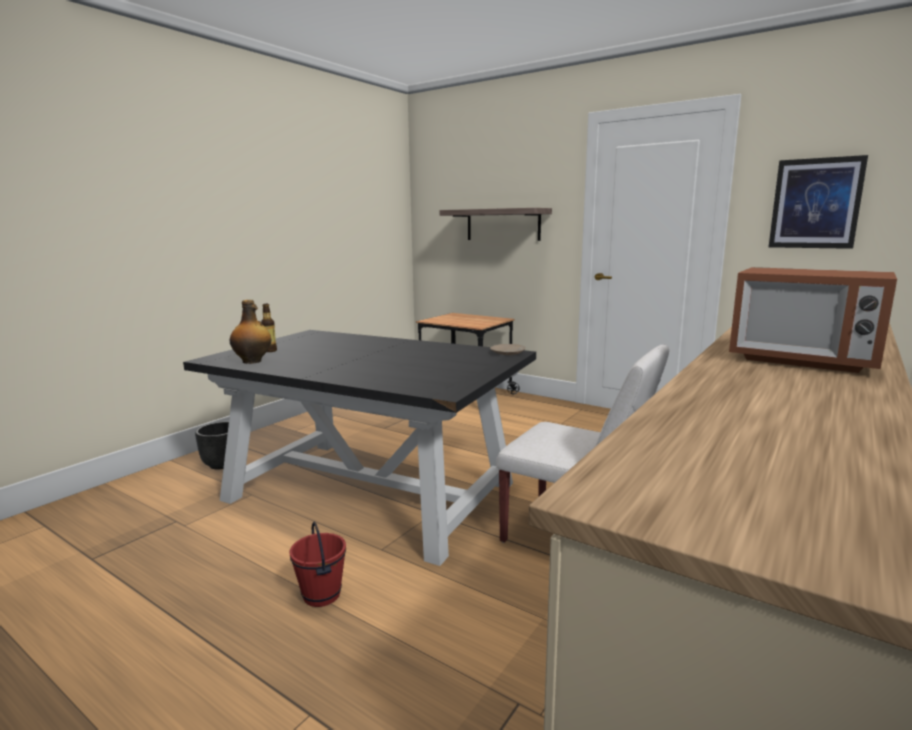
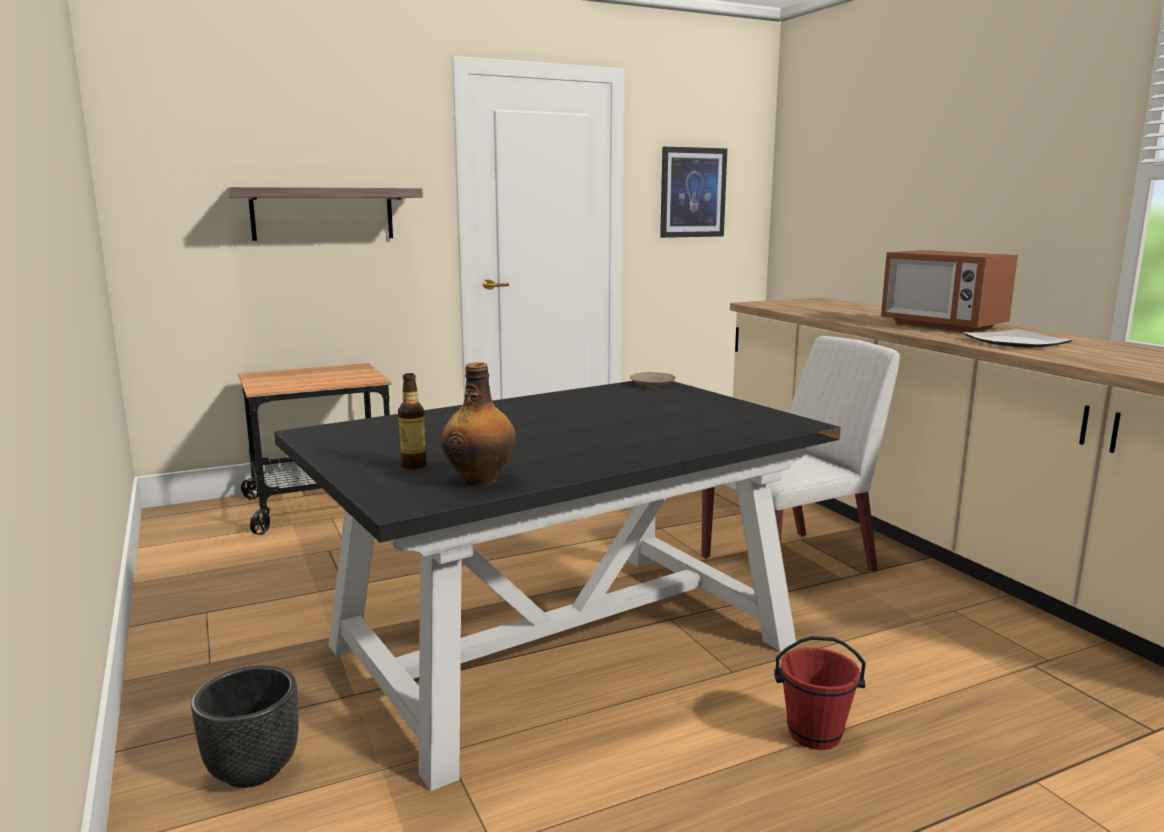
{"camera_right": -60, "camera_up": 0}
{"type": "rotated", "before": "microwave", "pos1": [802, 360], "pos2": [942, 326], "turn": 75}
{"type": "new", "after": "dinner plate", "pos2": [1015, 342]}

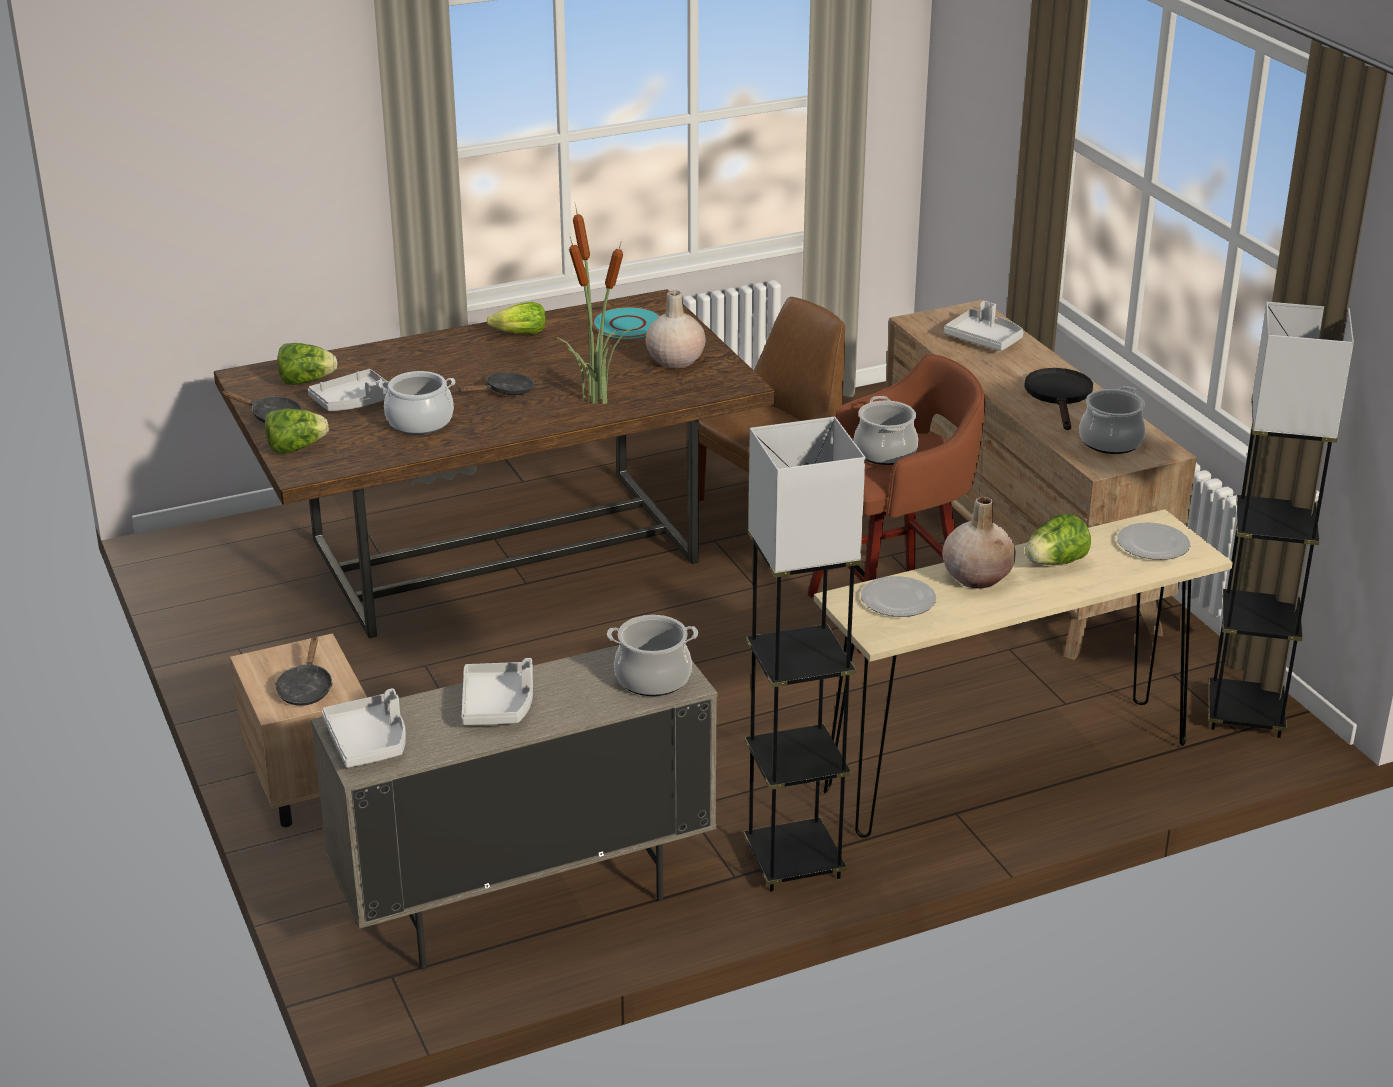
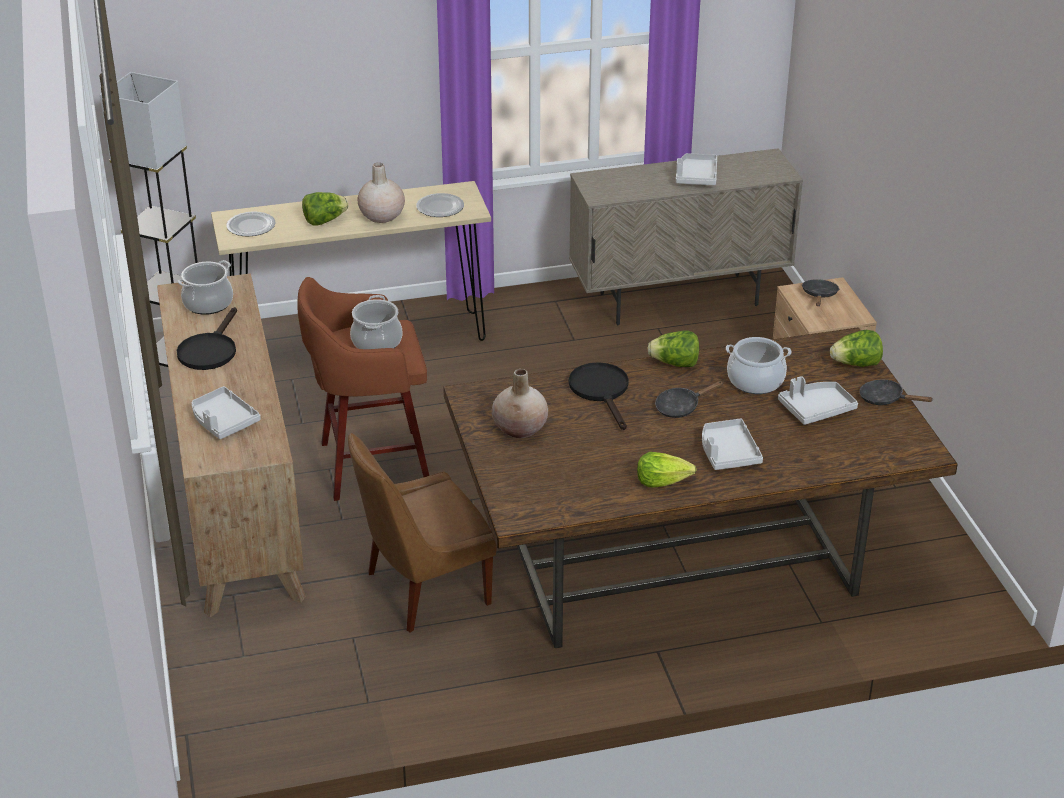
{"camera_right": -170, "camera_up": 5}
{"type": "shifted", "before": "lettuce head", "pos1": [306, 381], "pos2": [675, 363]}
{"type": "shifted", "before": "carrying tray (gray)", "pos1": [369, 741], "pos2": [727, 453]}
{"type": "swapped", "before": "plant in a pot", "after": "pan (blackish)", "pos1": [596, 398], "pos2": [601, 391]}
{"type": "gone", "before": "dinner plate (blue-green)", "pos1": [627, 325]}
{"type": "gone", "before": "cooking pot", "pos1": [652, 678]}
{"type": "gone", "before": "standard lamp (gray)", "pos1": [794, 862]}

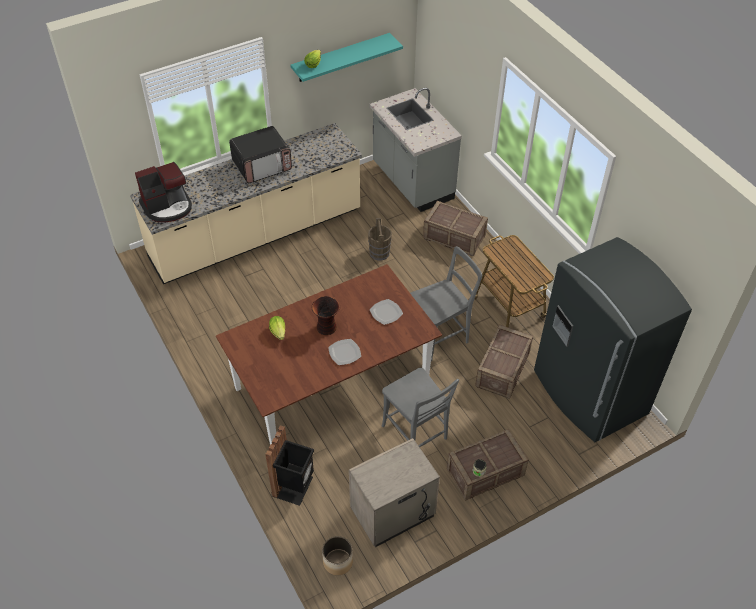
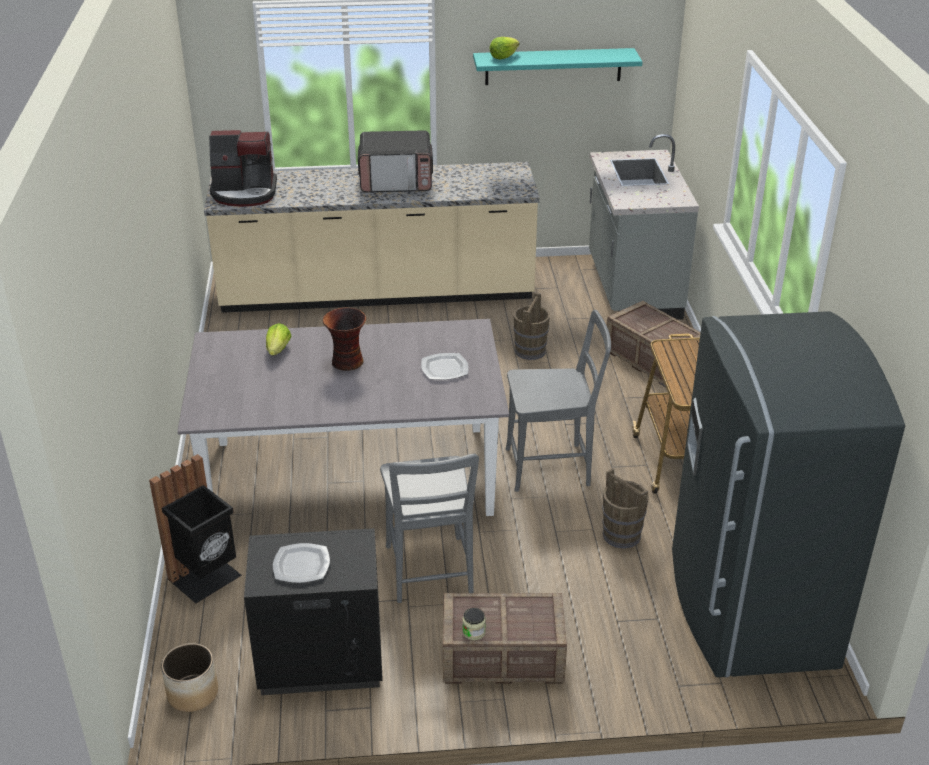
{"camera_right": 25, "camera_up": -15}
{"type": "repainted", "before": "dinner table (brown-coloured)", "after": "dinner table (gray)", "pos1": [332, 384], "pos2": [352, 476]}
{"type": "shifted", "before": "dinner plate", "pos1": [344, 353], "pos2": [301, 565]}
{"type": "repainted", "before": "nightstand (beige)", "after": "nightstand (blackish)", "pos1": [393, 513], "pos2": [320, 661]}
{"type": "swapped", "before": "crate", "after": "pail (brown-coloured)", "pos1": [503, 370], "pos2": [622, 535]}

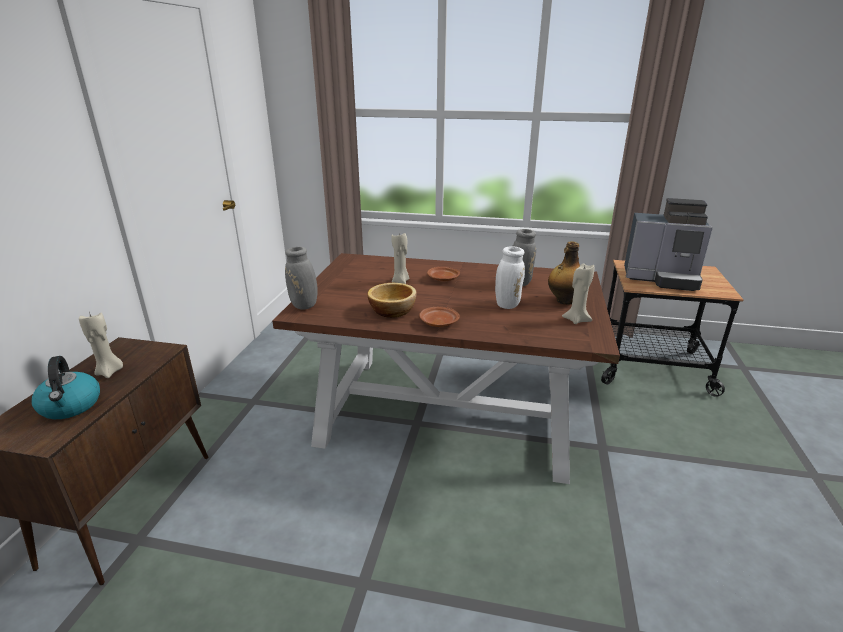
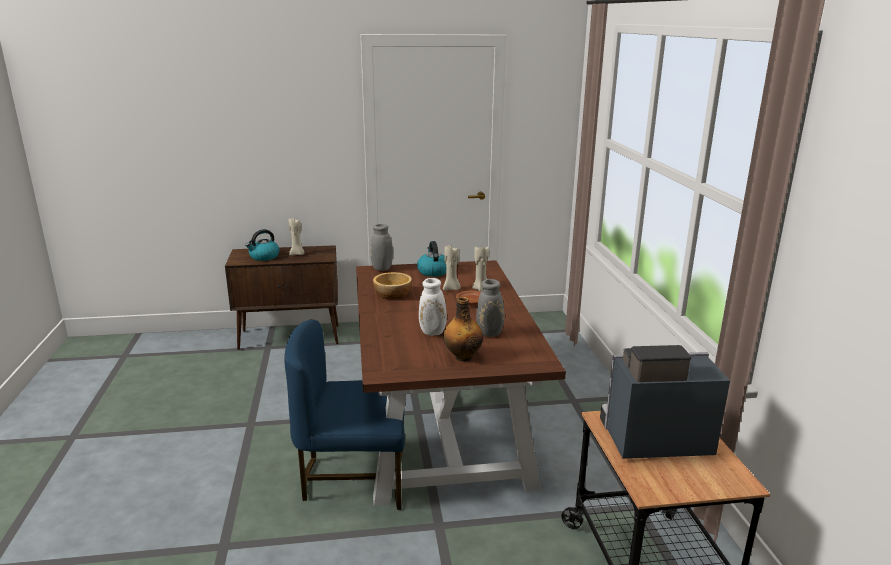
{"camera_right": 70, "camera_up": -5}
{"type": "gone", "before": "dinner plate (brown-coloured)", "pos1": [438, 322]}
{"type": "shifted", "before": "wax candle (beige)", "pos1": [576, 320], "pos2": [481, 289]}
{"type": "rotated", "before": "coffee machine", "pos1": [662, 278], "pos2": [651, 439], "turn": 90}
{"type": "new", "after": "chair (blue)", "pos2": [354, 478]}
{"type": "new", "after": "kettle", "pos2": [433, 271]}

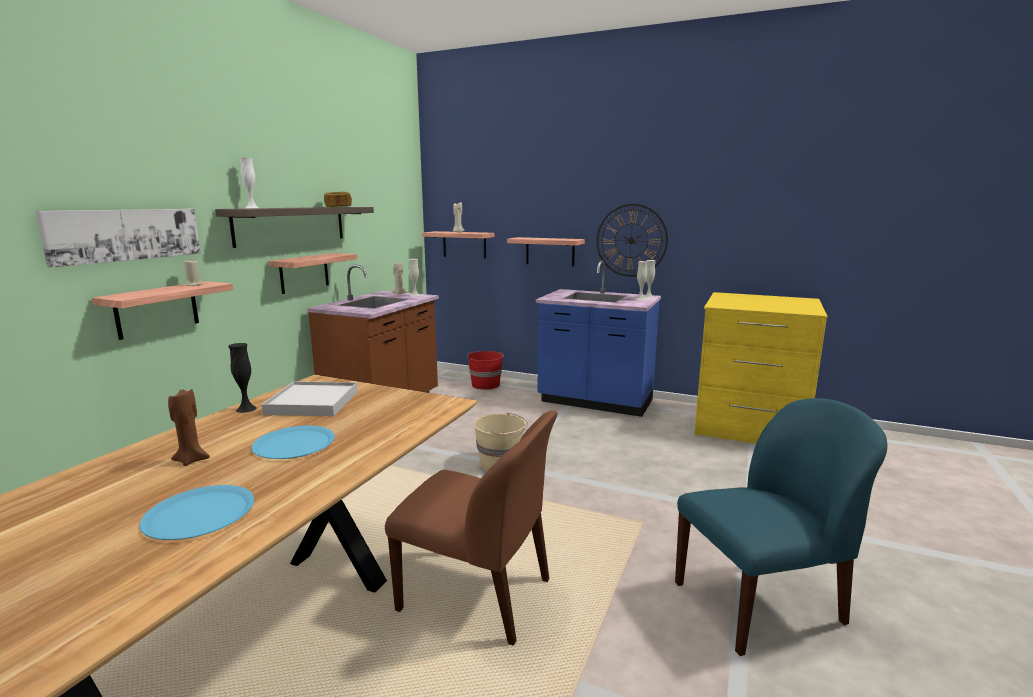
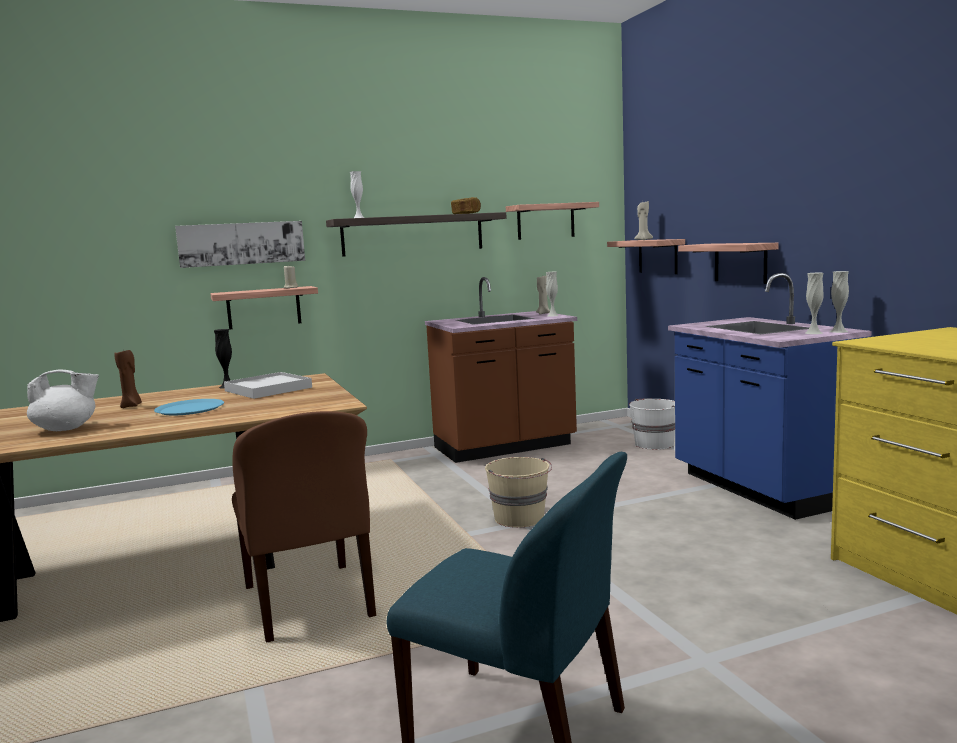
{"camera_right": 45, "camera_up": -5}
{"type": "swapped", "before": "dinner plate (blue)", "after": "tea pot (white)", "pos1": [200, 514], "pos2": [66, 429]}
{"type": "shifted", "before": "wall shelf", "pos1": [304, 273], "pos2": [545, 221]}
{"type": "repainted", "before": "pail (red-coloured)", "after": "pail (white)", "pos1": [485, 384], "pos2": [654, 444]}
{"type": "gone", "before": "clock on the wall", "pos1": [631, 240]}

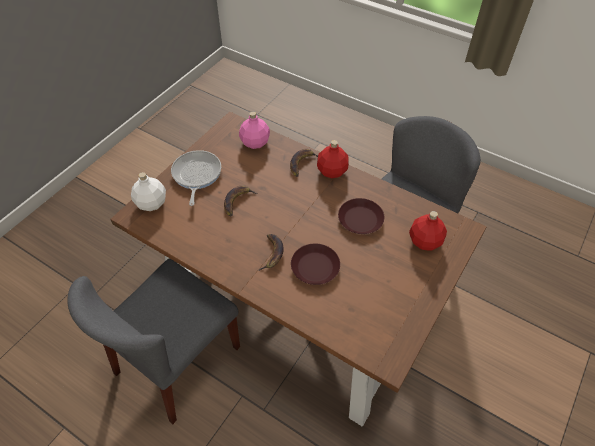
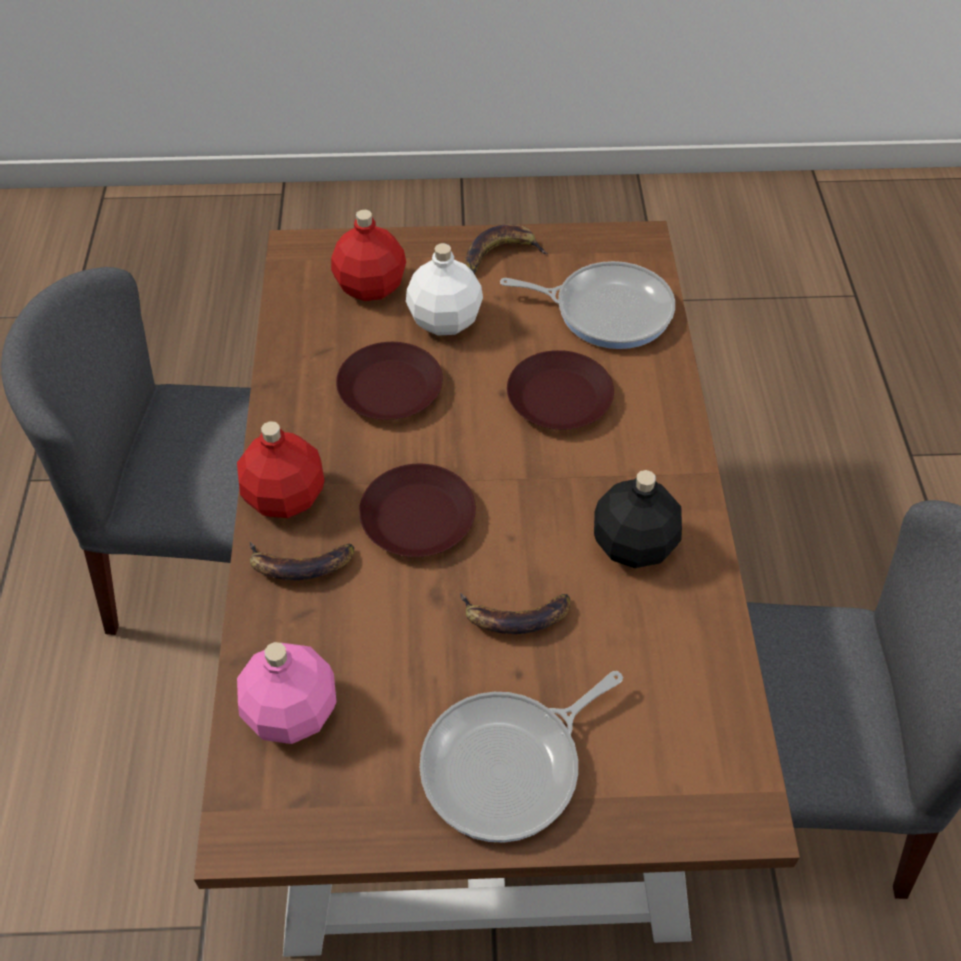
{"camera_right": -125, "camera_up": 0}
{"type": "shifted", "before": "drink bottle (white)", "pos1": [152, 203], "pos2": [443, 320]}
{"type": "shifted", "before": "banana fruit", "pos1": [272, 254], "pos2": [500, 255]}
{"type": "new", "after": "dinner plate (brown-coloured)", "pos2": [418, 519]}
{"type": "new", "after": "pan", "pos2": [606, 310]}
{"type": "new", "after": "drink bottle (blackish)", "pos2": [633, 544]}

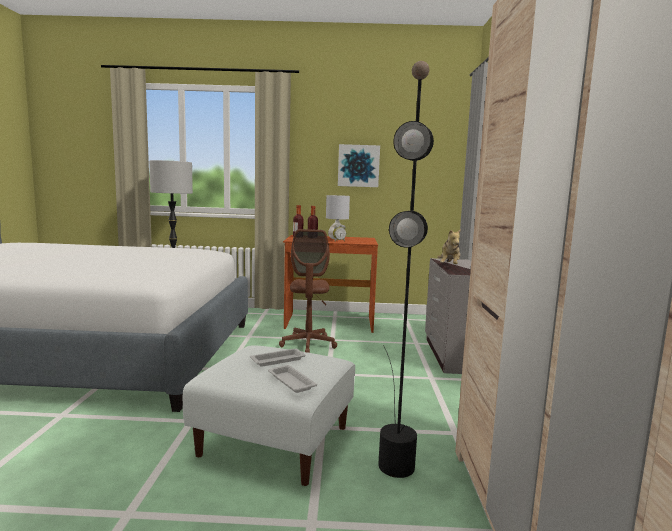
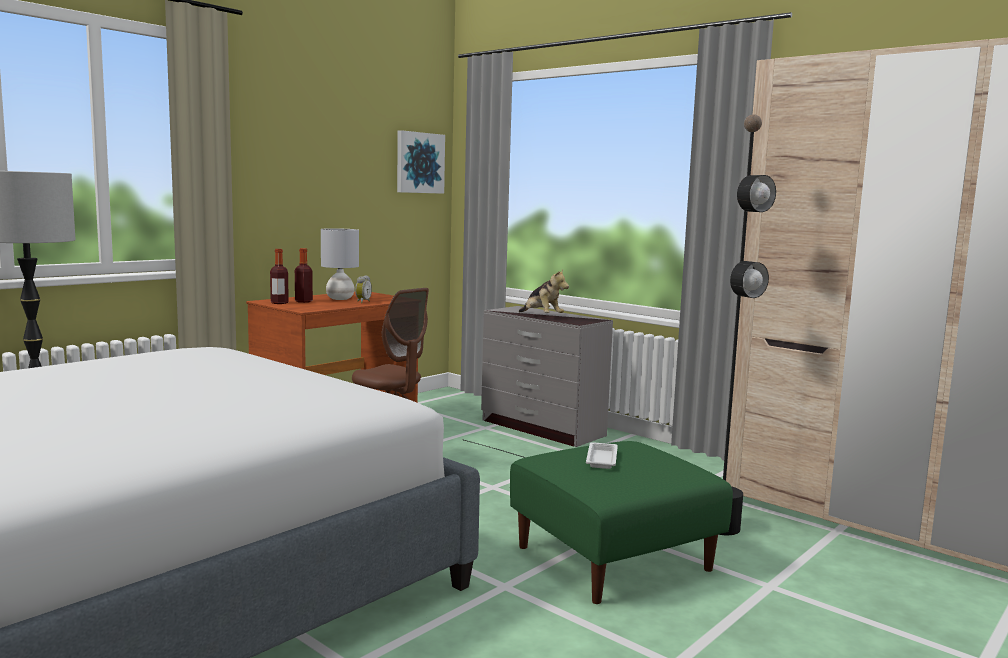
{"camera_right": -50, "camera_up": 0}
{"type": "repainted", "before": "footrest (white)", "after": "footrest (greenish)", "pos1": [274, 441], "pos2": [613, 559]}
{"type": "gone", "before": "carrying tray (white)", "pos1": [291, 381]}
{"type": "shifted", "before": "wall art", "pos1": [358, 166], "pos2": [419, 163]}

